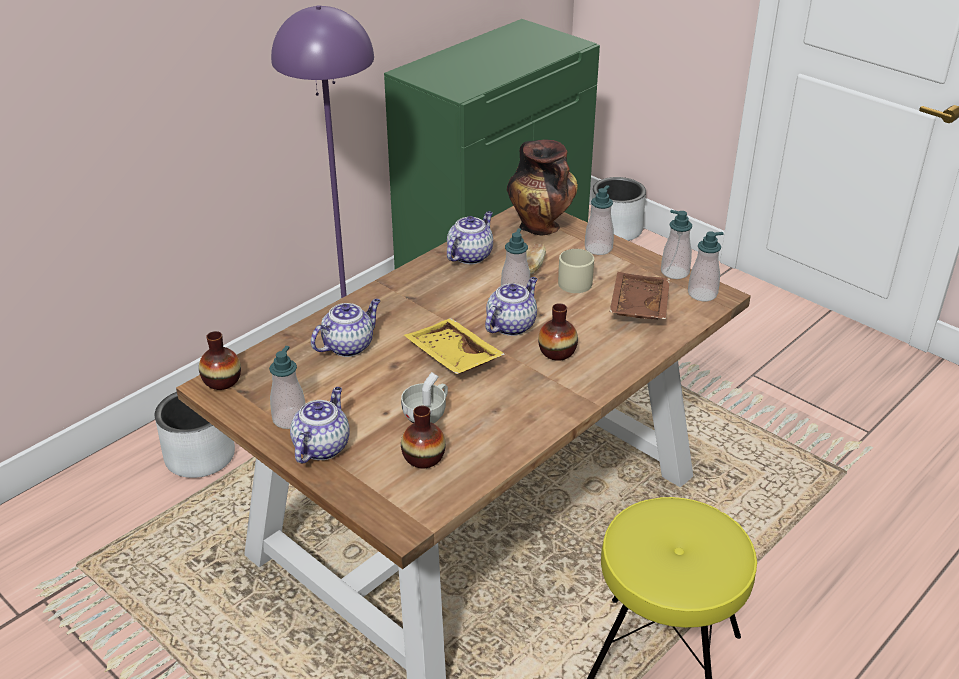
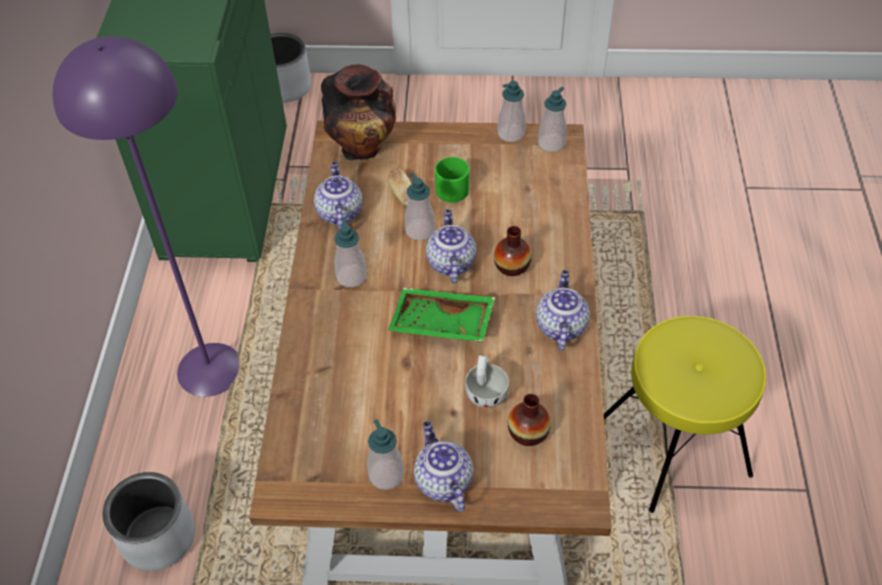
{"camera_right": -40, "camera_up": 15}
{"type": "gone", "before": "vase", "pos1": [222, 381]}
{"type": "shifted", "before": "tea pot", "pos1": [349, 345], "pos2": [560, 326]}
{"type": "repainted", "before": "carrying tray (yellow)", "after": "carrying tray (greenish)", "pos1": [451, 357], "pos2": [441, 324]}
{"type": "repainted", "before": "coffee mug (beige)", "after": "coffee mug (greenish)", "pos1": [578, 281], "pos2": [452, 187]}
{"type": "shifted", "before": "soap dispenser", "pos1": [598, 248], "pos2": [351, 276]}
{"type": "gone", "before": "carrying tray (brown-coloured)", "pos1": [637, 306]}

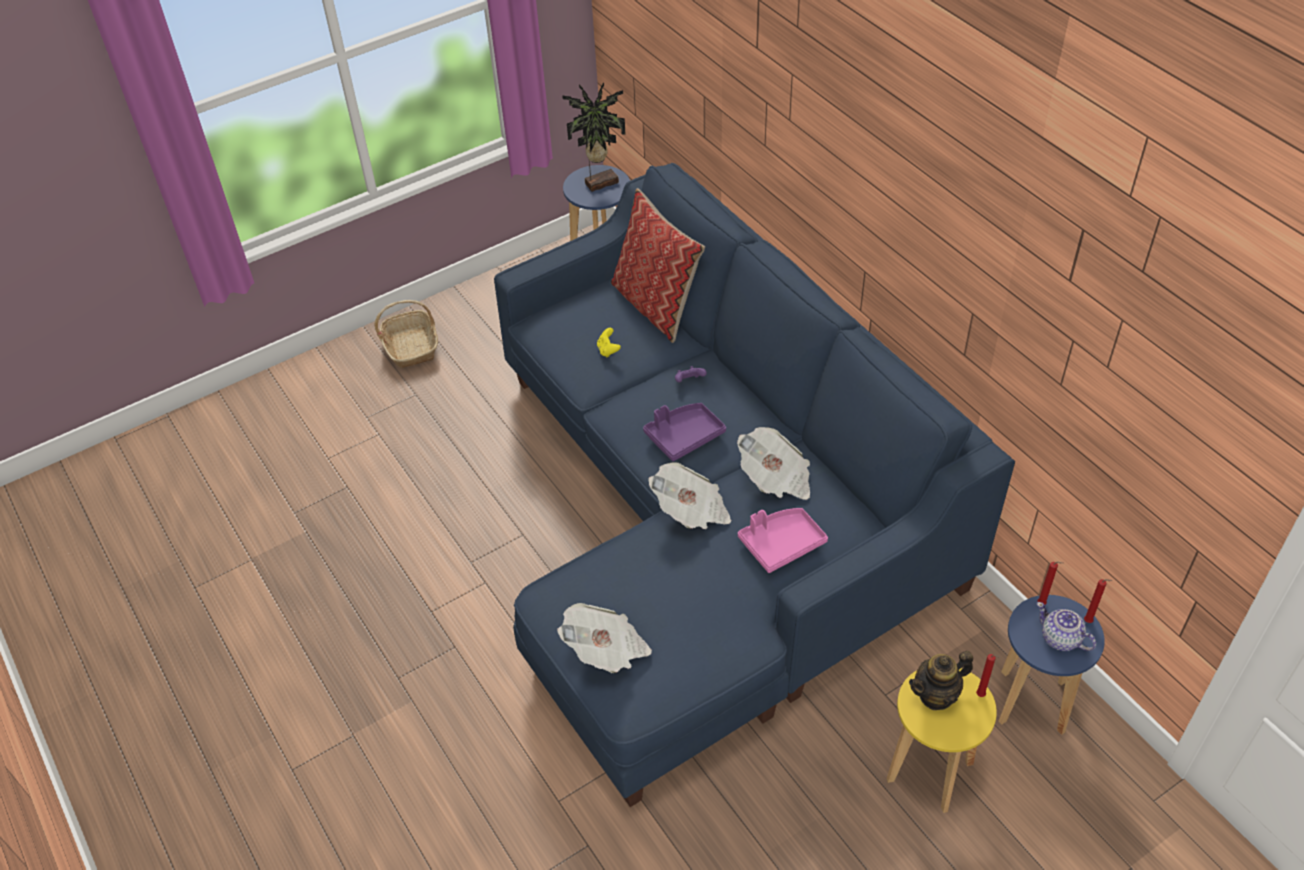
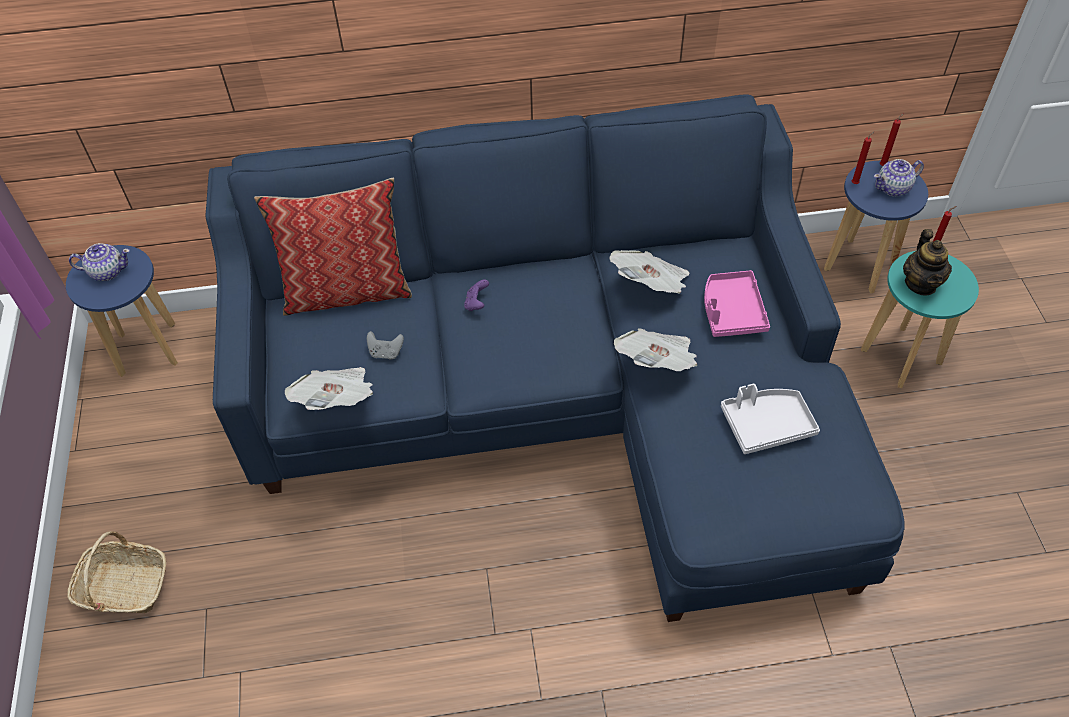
{"camera_right": -65, "camera_up": 5}
{"type": "shifted", "before": "daily paper", "pos1": [606, 651], "pos2": [337, 400]}
{"type": "swapped", "before": "plant in a pot", "after": "tea pot", "pos1": [600, 182], "pos2": [107, 271]}
{"type": "repainted", "before": "game controller (yellow)", "after": "game controller (gray)", "pos1": [608, 350], "pos2": [386, 352]}
{"type": "gone", "before": "carrying tray (purple)", "pos1": [684, 436]}
{"type": "repainted", "before": "sitting stool (yellow)", "after": "sitting stool (blue-green)", "pos1": [930, 772], "pos2": [901, 356]}
{"type": "new", "after": "carrying tray (white)", "pos2": [766, 424]}

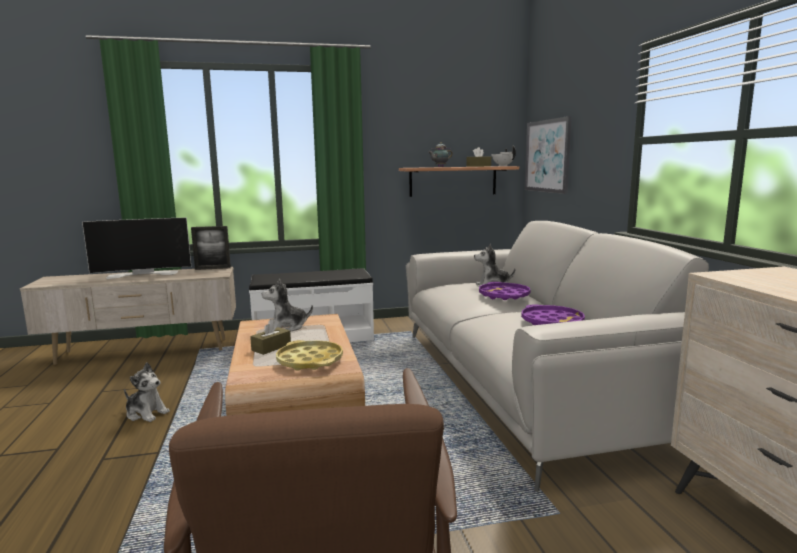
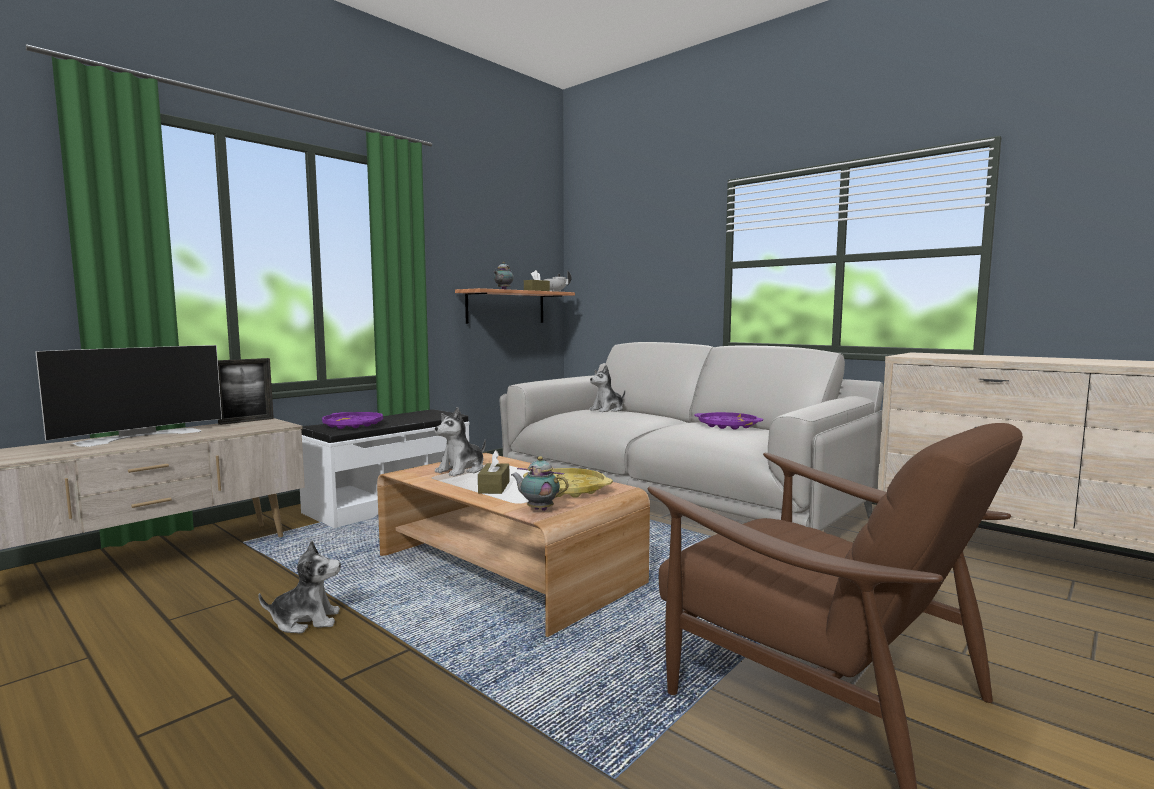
{"camera_right": -35, "camera_up": -5}
{"type": "shifted", "before": "carrying tray (purple)", "pos1": [504, 295], "pos2": [353, 425]}
{"type": "gone", "before": "wall art", "pos1": [547, 156]}
{"type": "new", "after": "tea pot", "pos2": [538, 509]}

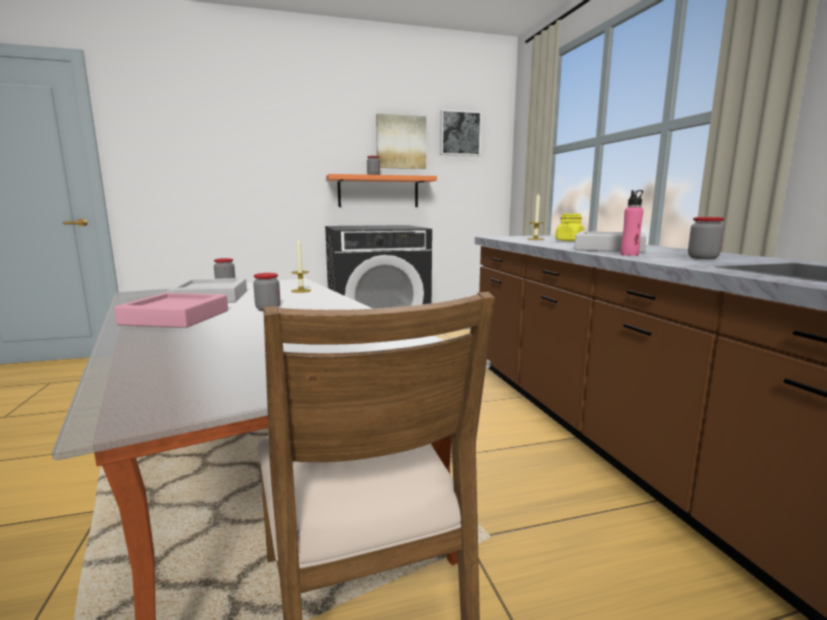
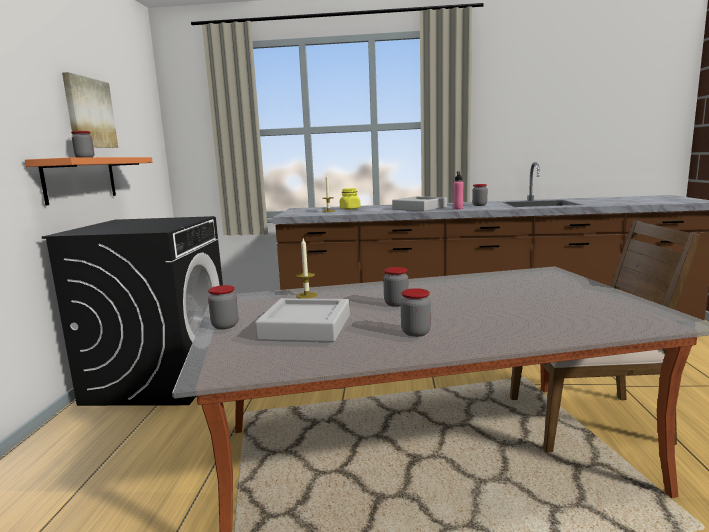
{"camera_right": -70, "camera_up": 0}
{"type": "swapped", "before": "carrying tray (pink)", "after": "preserve jar", "pos1": [176, 317], "pos2": [416, 332]}
{"type": "gone", "before": "wall art", "pos1": [459, 133]}

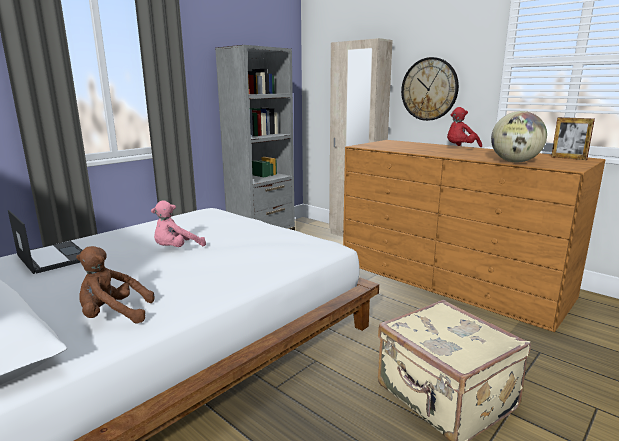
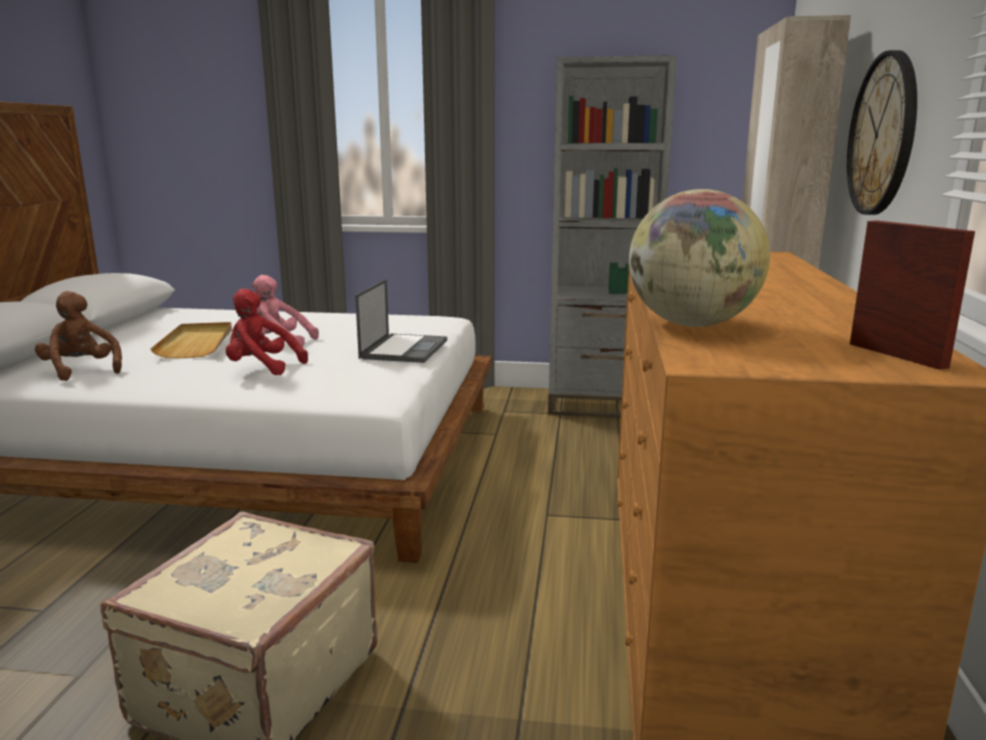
{"camera_right": 55, "camera_up": 0}
{"type": "shifted", "before": "laptop", "pos1": [53, 257], "pos2": [404, 349]}
{"type": "shifted", "before": "plush toy (red-coloured)", "pos1": [460, 148], "pos2": [262, 368]}
{"type": "rotated", "before": "standing frame", "pos1": [568, 158], "pos2": [896, 355], "turn": 150}
{"type": "new", "after": "carrying tray (beige)", "pos2": [197, 343]}

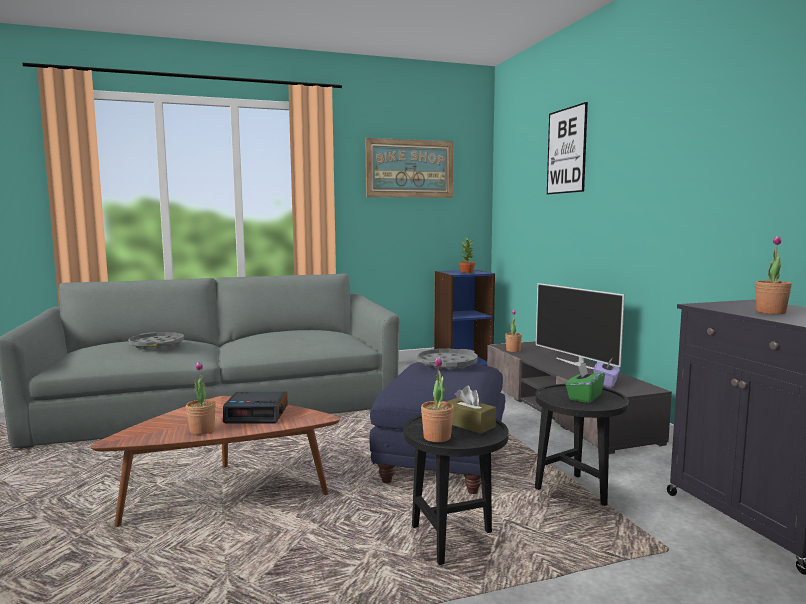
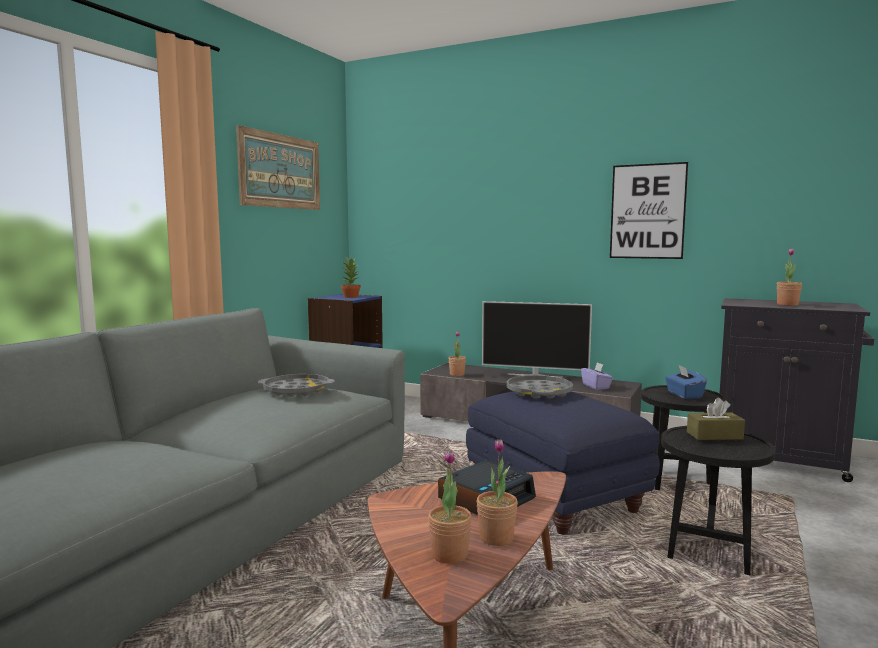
{"camera_right": -45, "camera_up": 0}
{"type": "shifted", "before": "carrying tray (gray)", "pos1": [157, 345], "pos2": [296, 390]}
{"type": "shifted", "before": "plant in a pot", "pos1": [437, 437], "pos2": [449, 555]}
{"type": "shifted", "before": "wall art", "pos1": [566, 151], "pos2": [647, 211]}
{"type": "repainted", "before": "box of tissues (greenish)", "after": "box of tissues (blue)", "pos1": [584, 397], "pos2": [684, 395]}

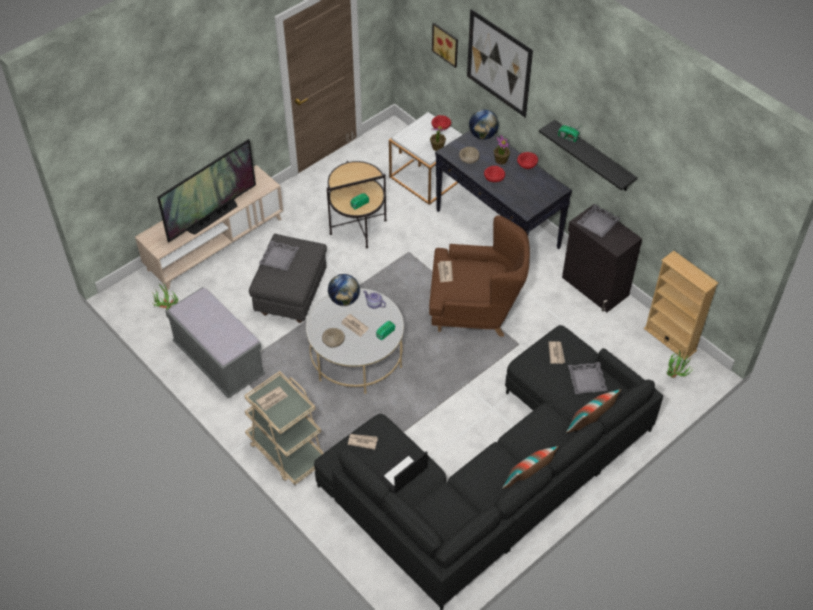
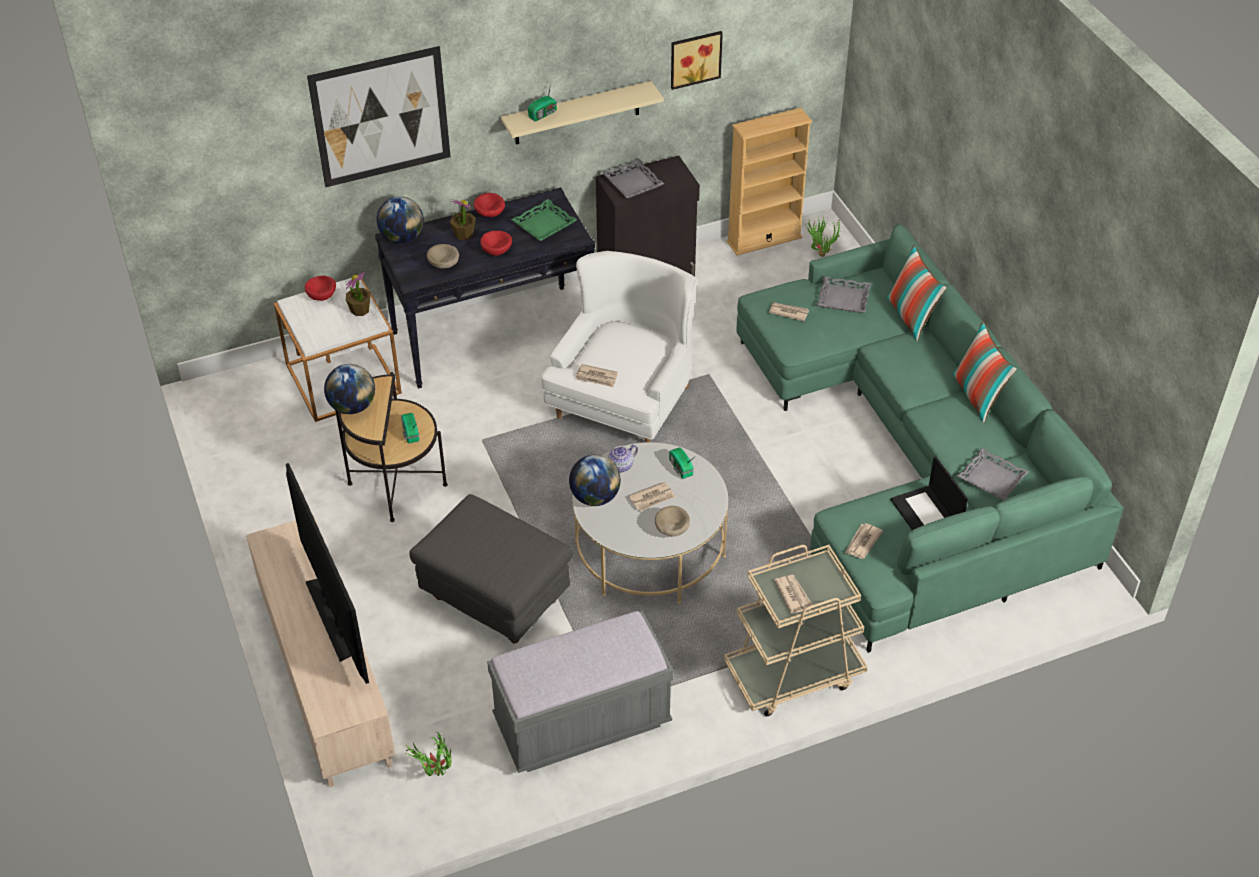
{"camera_right": -70, "camera_up": -5}
{"type": "shifted", "before": "carrying tray (gray)", "pos1": [279, 258], "pos2": [991, 478]}
{"type": "repainted", "before": "couch (blackish)", "after": "couch (greenish)", "pos1": [493, 476], "pos2": [913, 461]}
{"type": "repainted", "before": "easy chair (brown-coloured)", "after": "easy chair (white)", "pos1": [475, 308], "pos2": [625, 399]}
{"type": "shifted", "before": "wall art", "pos1": [446, 44], "pos2": [694, 58]}
{"type": "repainted", "before": "wall shelf (blackish)", "after": "wall shelf (beige)", "pos1": [593, 157], "pos2": [577, 113]}
{"type": "new", "after": "world globe", "pos2": [352, 406]}
{"type": "new", "after": "carrying tray (greenish)", "pos2": [544, 225]}

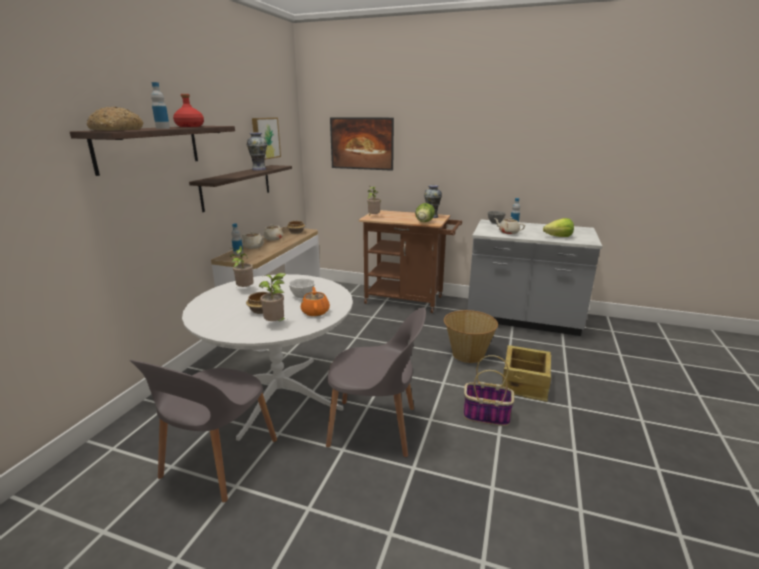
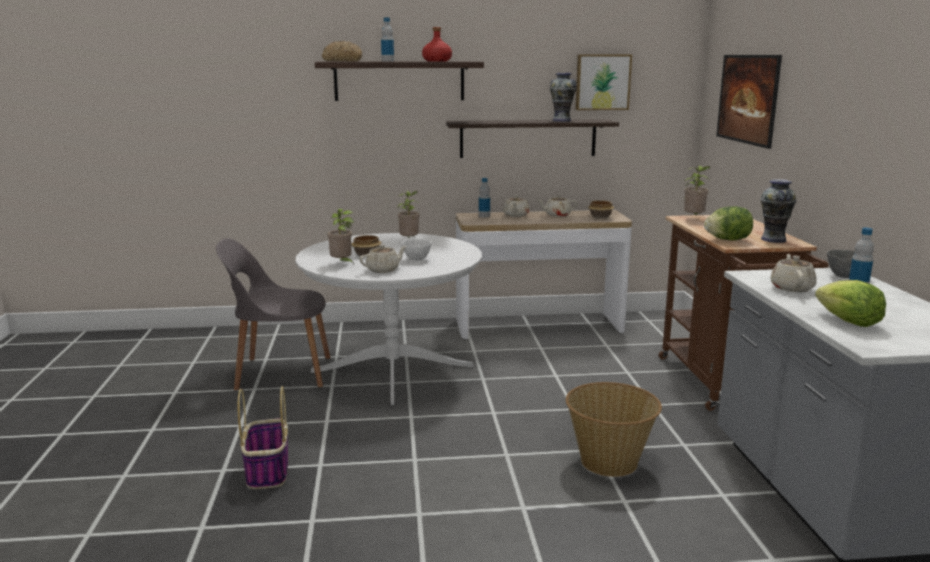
{"camera_right": 65, "camera_up": -5}
{"type": "repainted", "before": "tea pot (orange)", "after": "tea pot (beige)", "pos1": [315, 312], "pos2": [383, 270]}
{"type": "gone", "before": "chair (gray)", "pos1": [375, 427]}
{"type": "shifted", "before": "household basket", "pos1": [485, 415], "pos2": [267, 470]}
{"type": "gone", "before": "crate", "pos1": [525, 383]}

